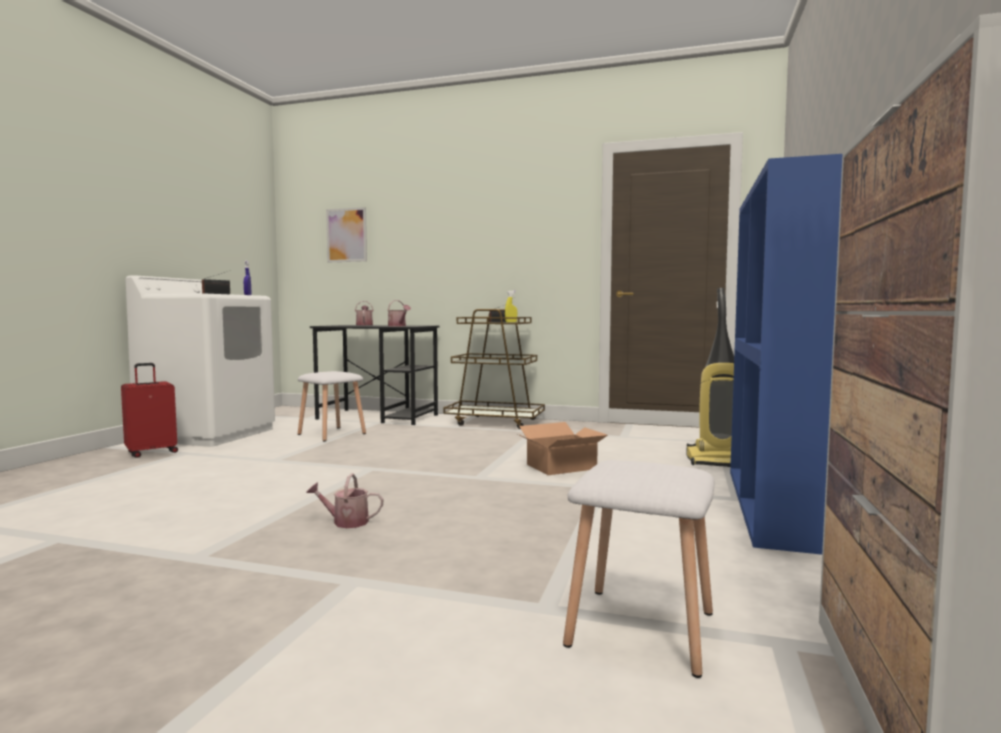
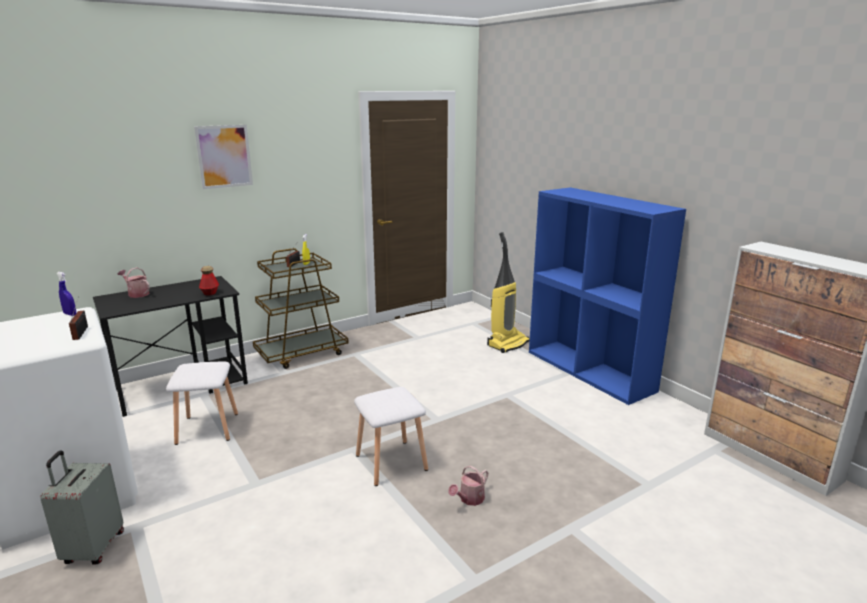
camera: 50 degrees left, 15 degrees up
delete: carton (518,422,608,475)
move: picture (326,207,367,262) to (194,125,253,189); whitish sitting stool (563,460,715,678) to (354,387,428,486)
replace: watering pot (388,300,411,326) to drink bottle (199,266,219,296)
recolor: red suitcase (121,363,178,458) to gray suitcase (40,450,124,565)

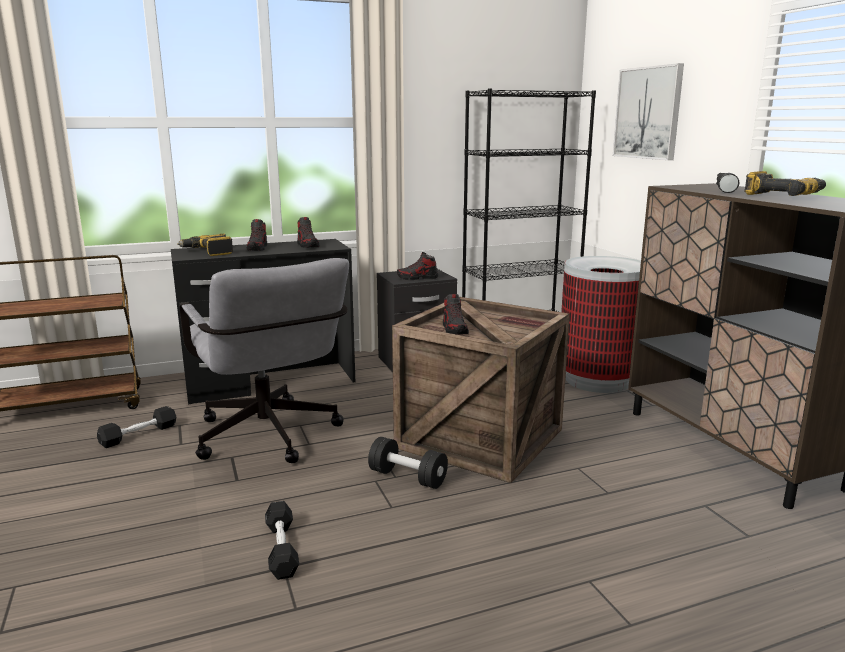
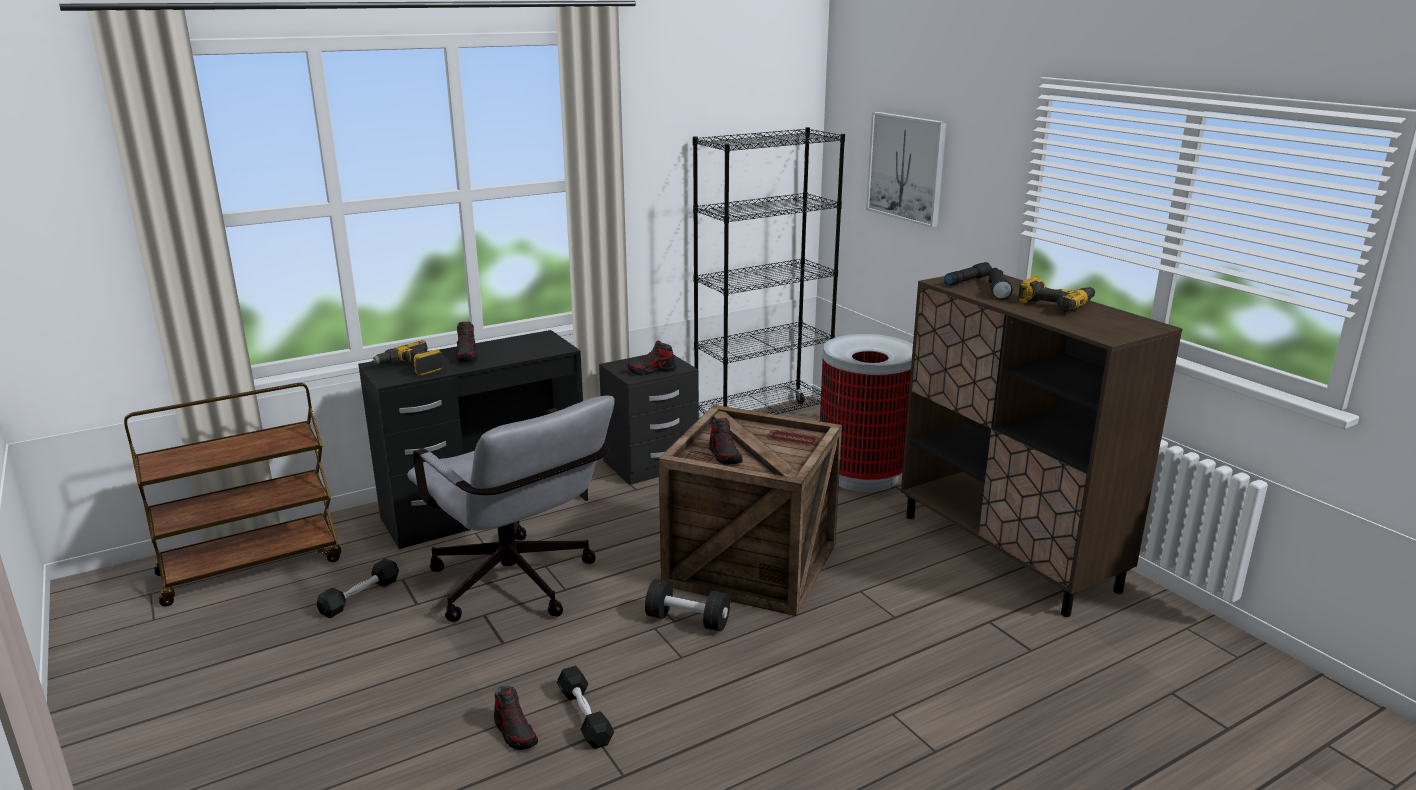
camera: 10 degrees left, 5 degrees up
insert: black torch (944,262,992,285)
move: low shoe (297,217,320,248) to (494,686,538,750)

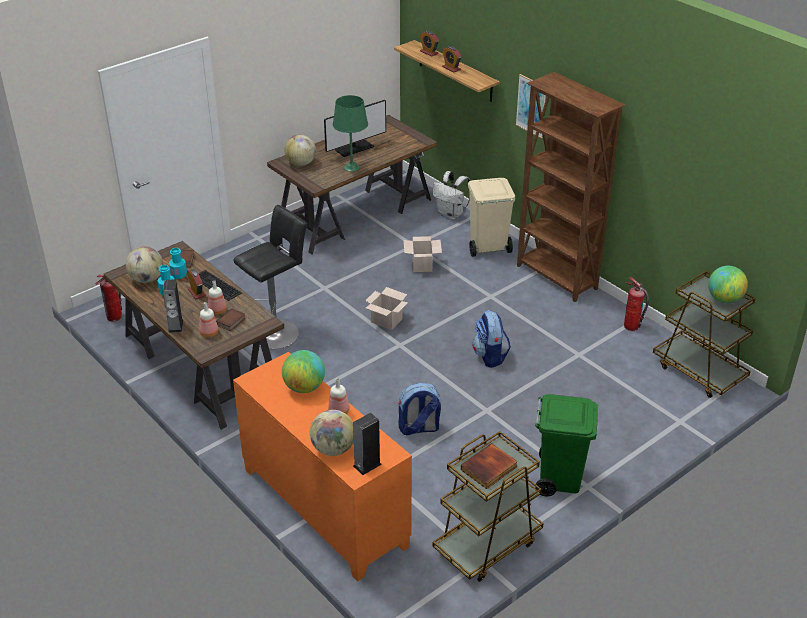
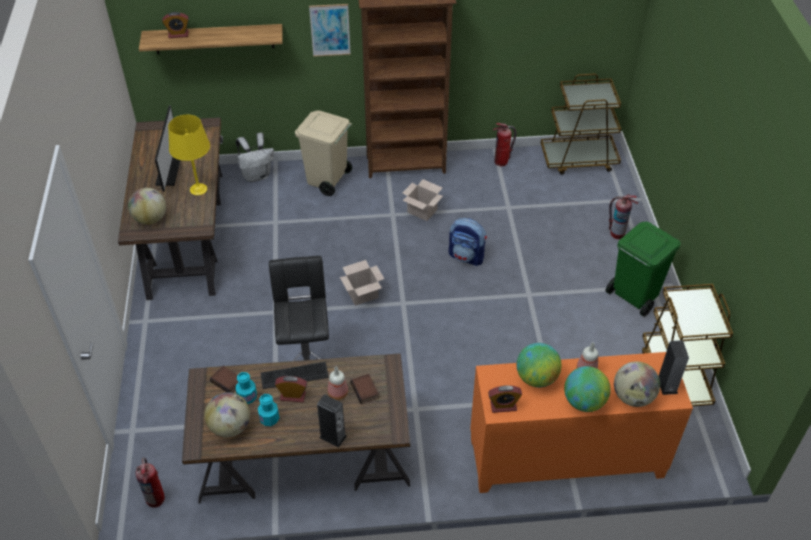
camera: 55 degrees left, 10 degrees up
delete: drink bottle (199,302,218,338); knapsack (398,383,441,435); volume (461,443,518,489)
insert: fire-fighting cylinder (609,194,638,239)
move: carton (404,236,442,272) to (402,179,443,221); bedside clock (442,46,462,72) to (488,385,522,413); globe (708,266,748,304) to (564,366,611,412)
recolor: green table lamp (333,95,368,172) to yellow table lamp (168,115,210,195)

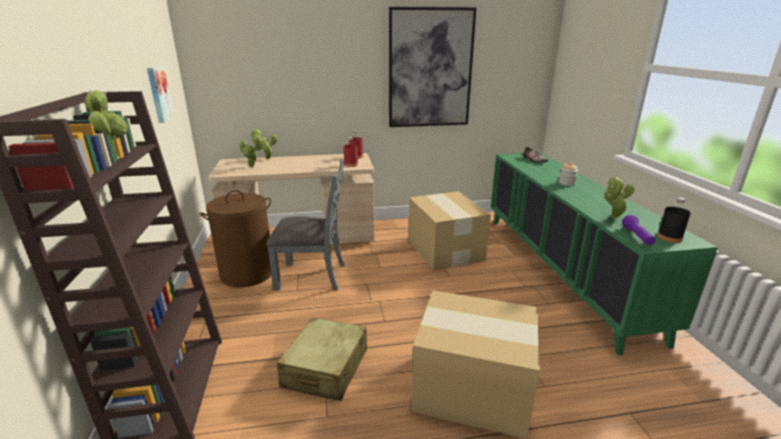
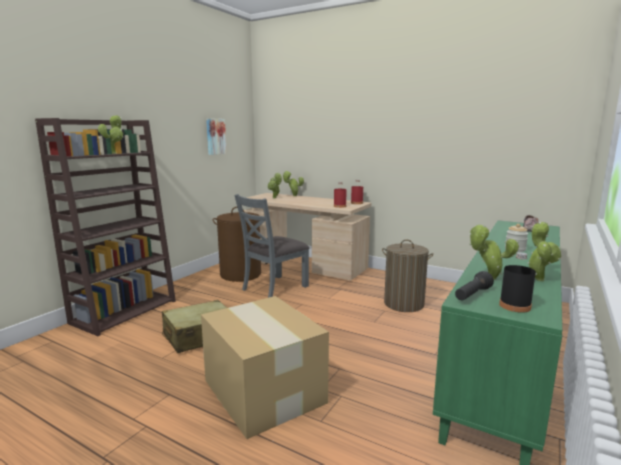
camera: 40 degrees right, 10 degrees down
delete: picture (389,7,476,127)
insert: potted plant (527,222,561,281)
replace: carton (409,191,491,270) to hamper (382,240,434,312)
recolor: purple-coloured torch (622,215,655,245) to black torch (455,271,494,300)
rotate: gray plain chair (266,160,345,291) = (234,194,309,298) 90 degrees clockwise

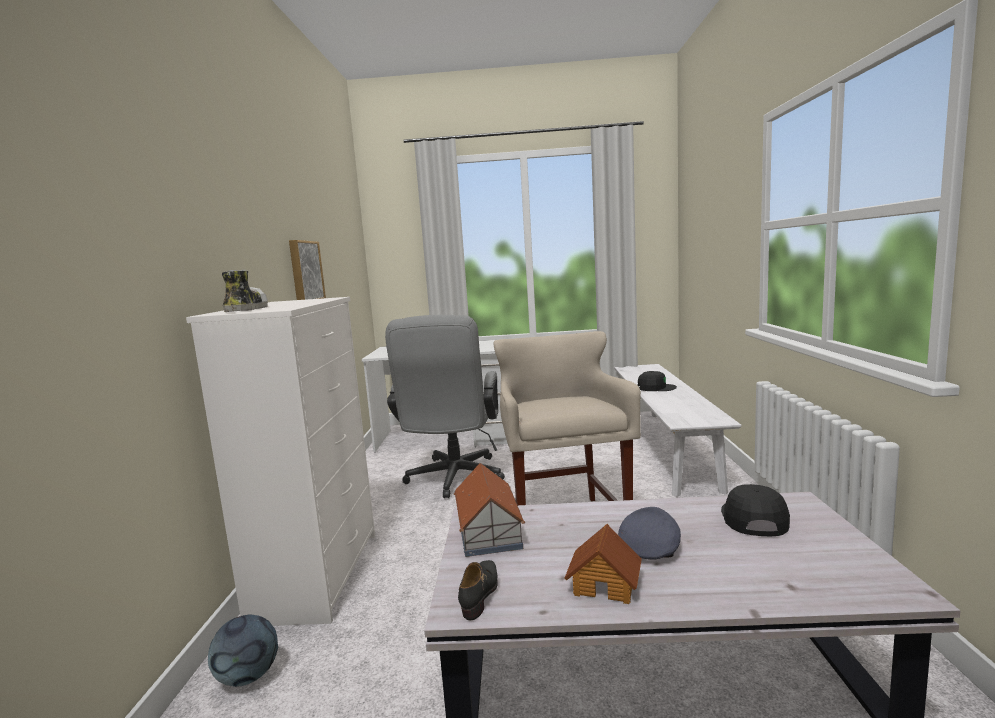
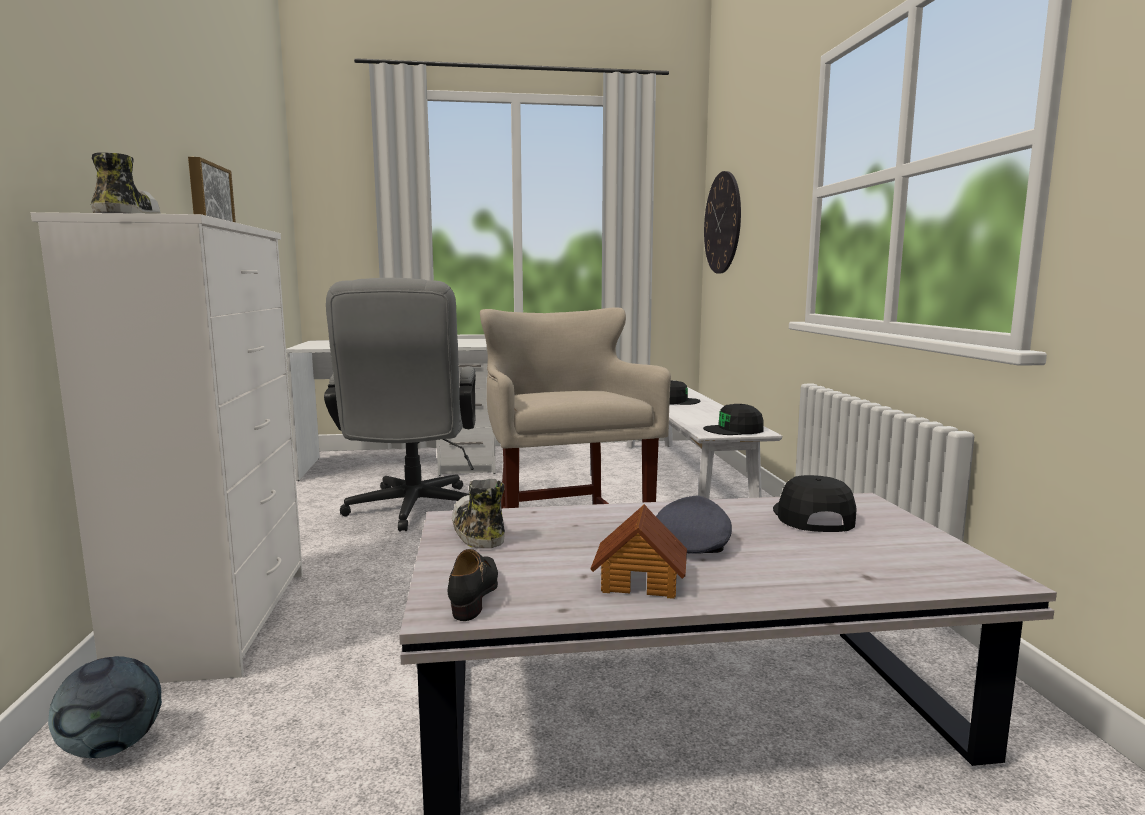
camera: 10 degrees left, 0 degrees up
insert: black baseball cap (703,404,763,435); wall clock (704,171,741,273)
replace: model house (454,463,525,557) to low shoe (452,479,505,549)

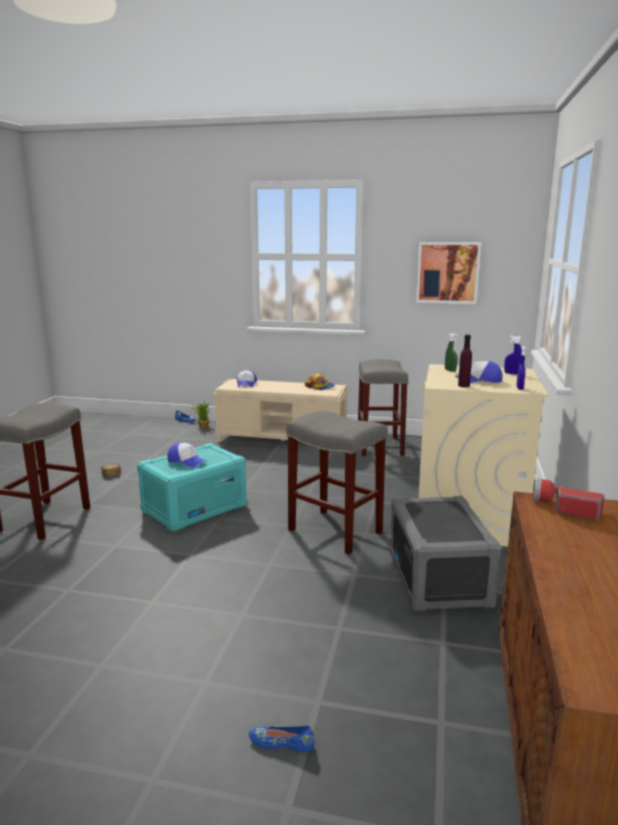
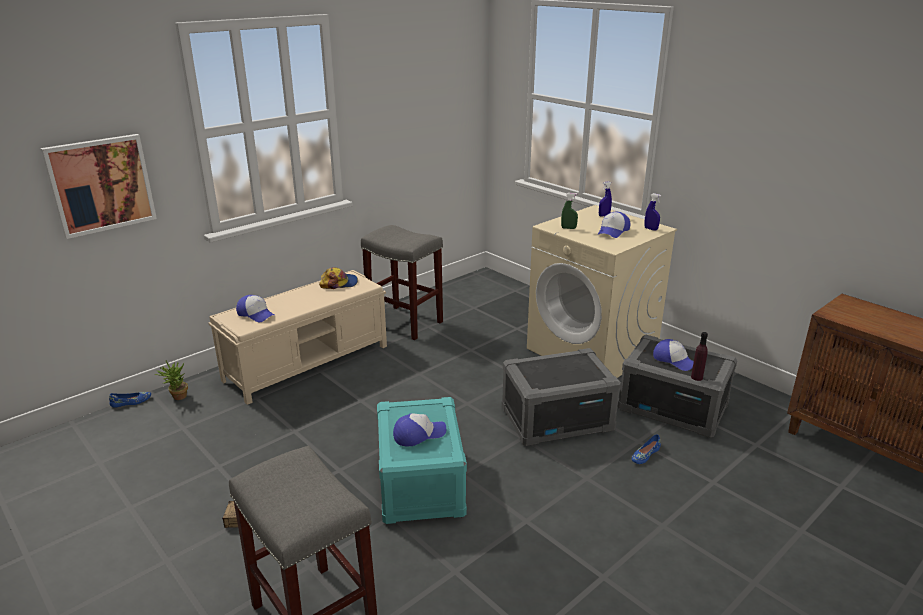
camera: 55 degrees left, 10 degrees up
delete: torch (533,478,605,521)
insert: baseball cap (653,339,694,371)
move: blue-coloured low shoe (249,726,315,752) to (632,434,661,464); picture (416,242,481,304) to (41,134,157,239); purple-coloured drink bottle (458,335,472,387) to (691,332,708,381)
replace: gray sitting stool (286,410,388,555) to gray storage container (502,348,621,446)

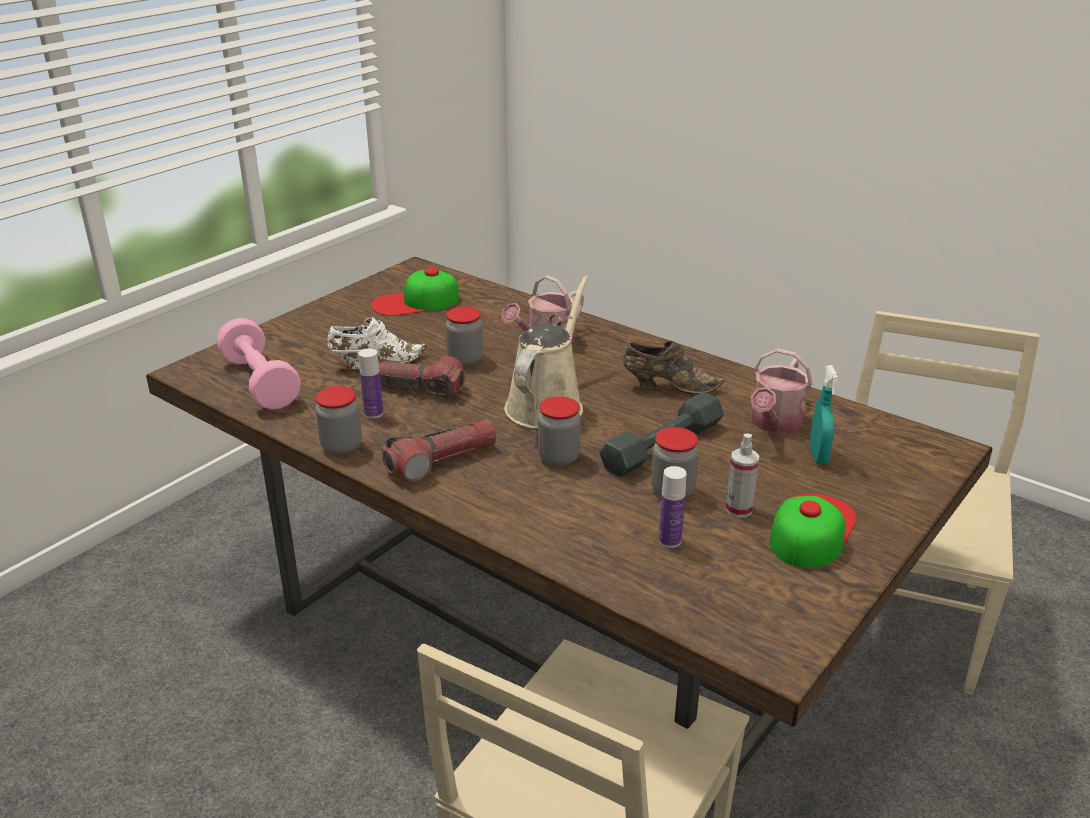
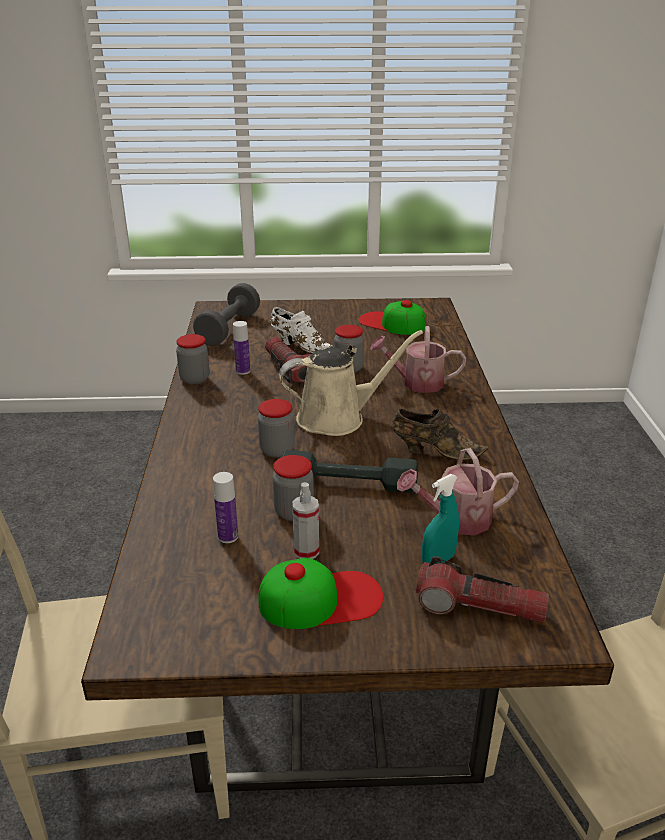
camera: 50 degrees right, 0 degrees up
move: torch (382,419,497,482) to (416,556,549,623)
recolor: pinkish dumbbell (217,318,301,410) to gray dumbbell (193,283,260,346)
rotate: brown-coloured low shoe (622,341,725,394) = (392,409,488,460) 45 degrees counterclockwise

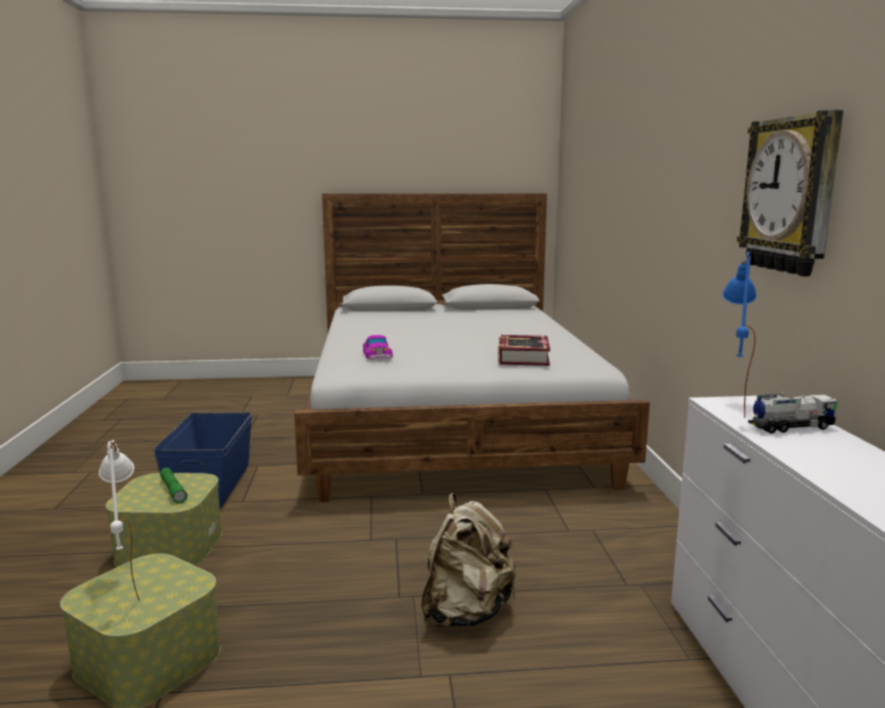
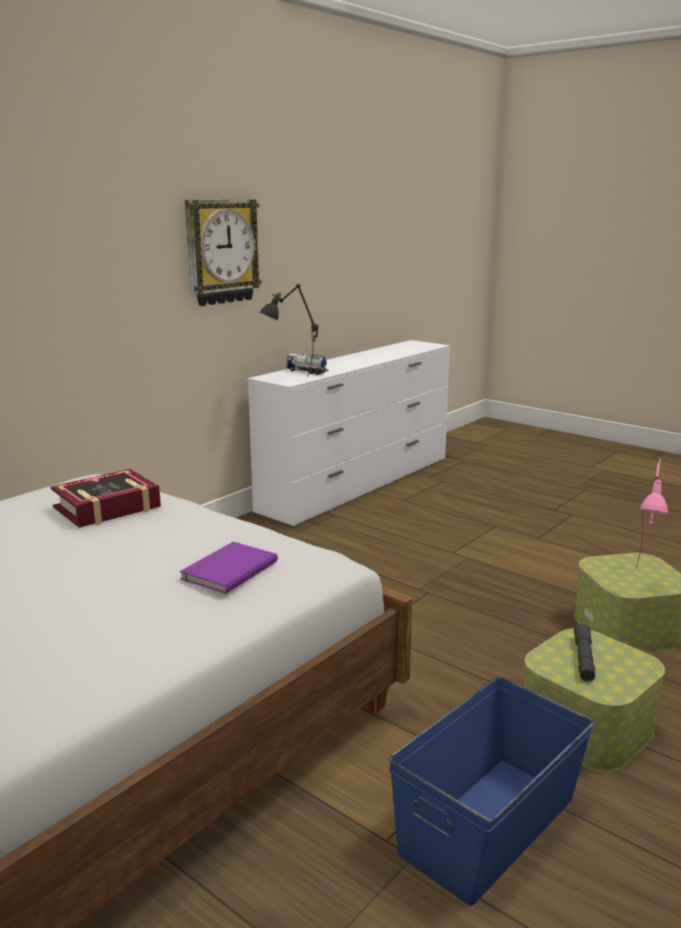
camera: 135 degrees left, 5 degrees up
delete: beige-coloured knapsack (421,493,516,628)
replace: model car (363,335,393,360) to purple-coloured volume (180,542,278,594)
recolor: whitish table lamp (99,440,140,601) to pinkish table lamp (636,459,669,568); green torch (160,468,187,503) to gray torch (574,624,595,682); blue-coloured table lamp (722,252,757,418) to black table lamp (260,284,318,376)

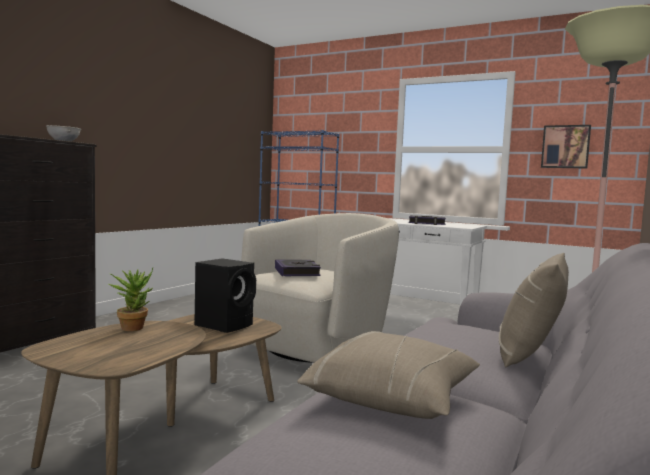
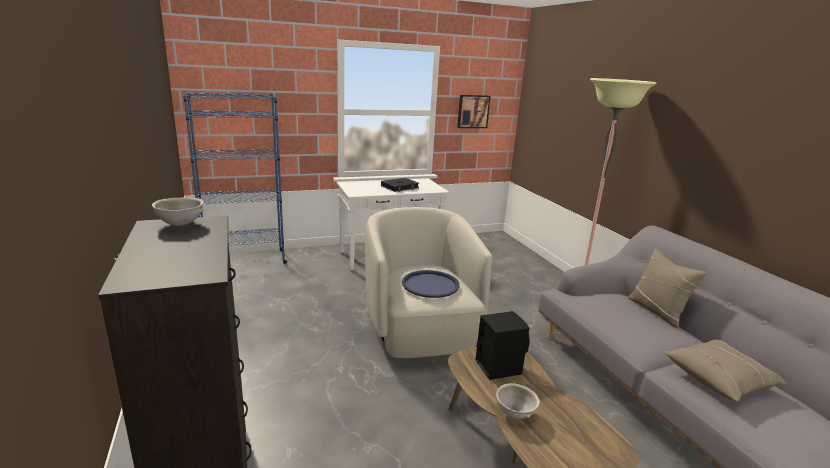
camera: 50 degrees left, 15 degrees up
replace: potted plant (109,268,153,331) to gray bowl (496,383,540,419); volume (275,259,321,276) to blue-coloured serving tray (402,270,460,298)

